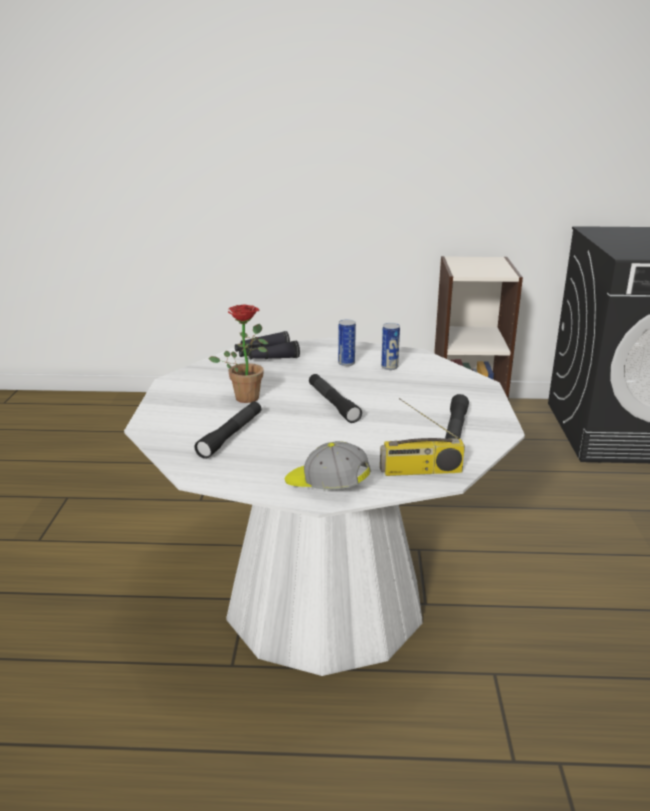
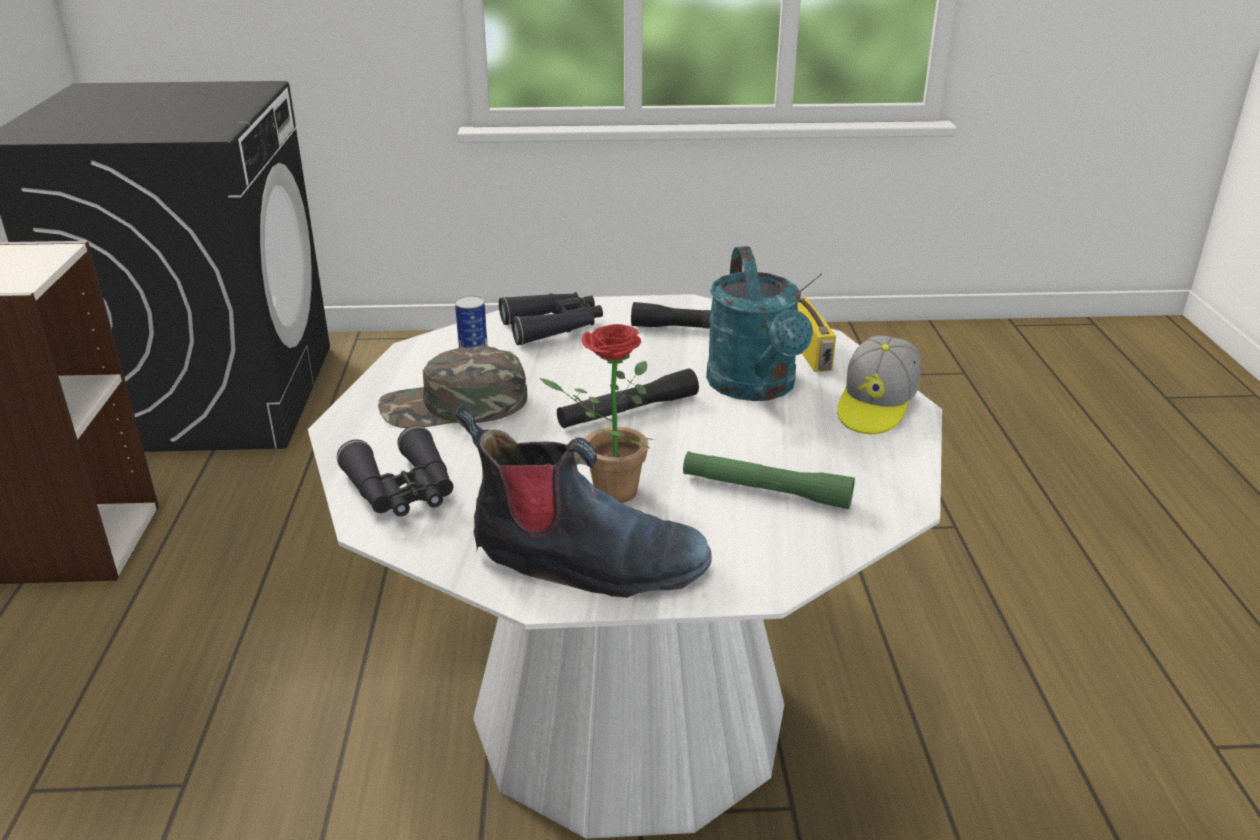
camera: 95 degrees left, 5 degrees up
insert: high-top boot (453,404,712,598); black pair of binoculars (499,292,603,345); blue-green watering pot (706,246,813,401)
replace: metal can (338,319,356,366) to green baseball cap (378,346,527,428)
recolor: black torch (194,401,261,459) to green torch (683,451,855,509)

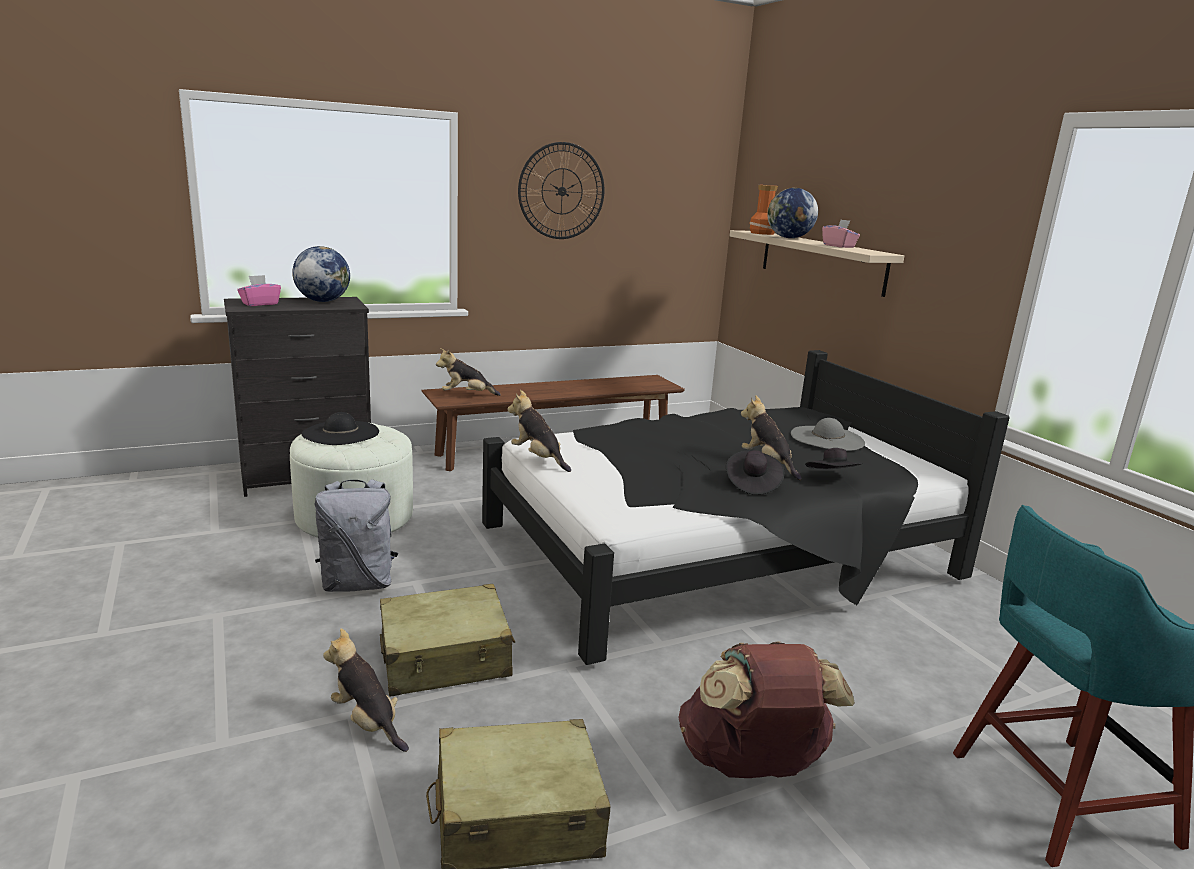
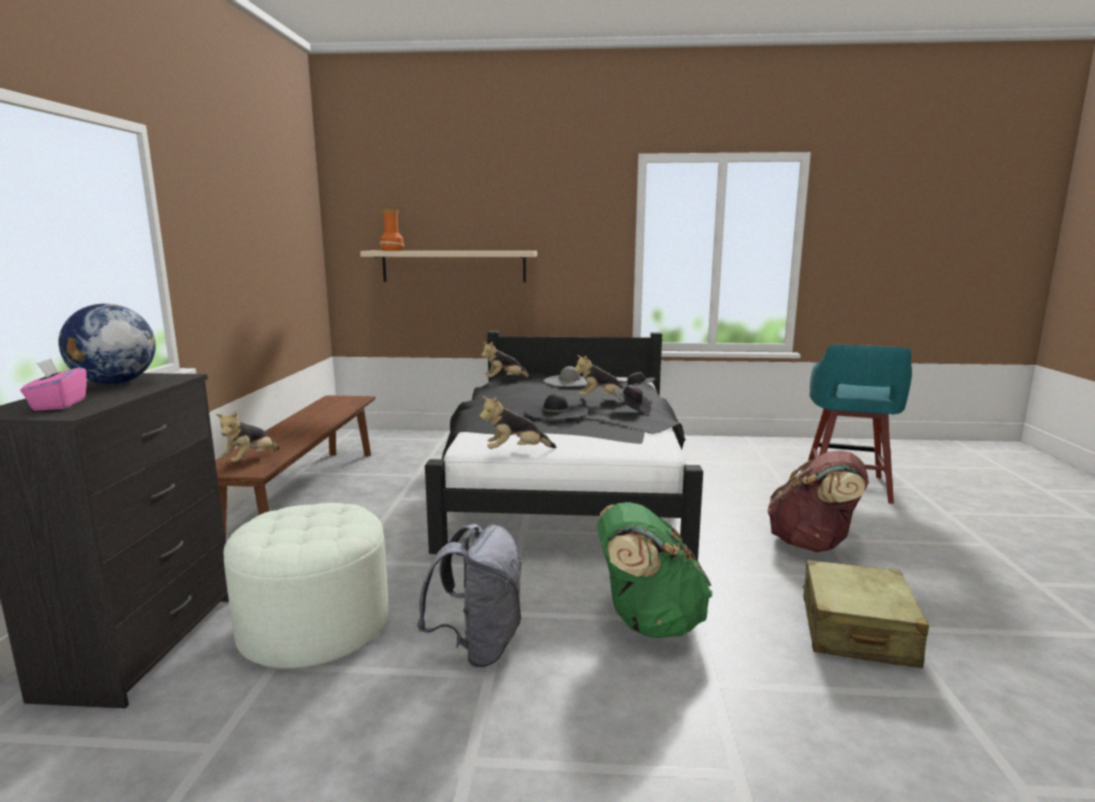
camera: 60 degrees left, 5 degrees down
delete: wall clock (518,142,604,239); globe (767,188,818,238); pinkish box of tissues (822,219,860,248)
move: black hat (301,412,379,445) to (524,393,588,420); plush toy (323,628,409,752) to (481,342,532,378)
replace: beige-coloured suitcase (380,584,515,697) to green knapsack (597,502,713,638)

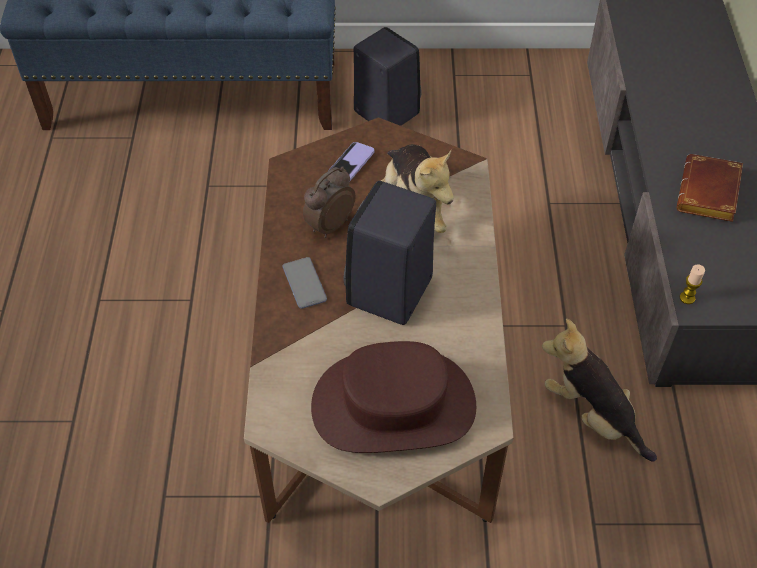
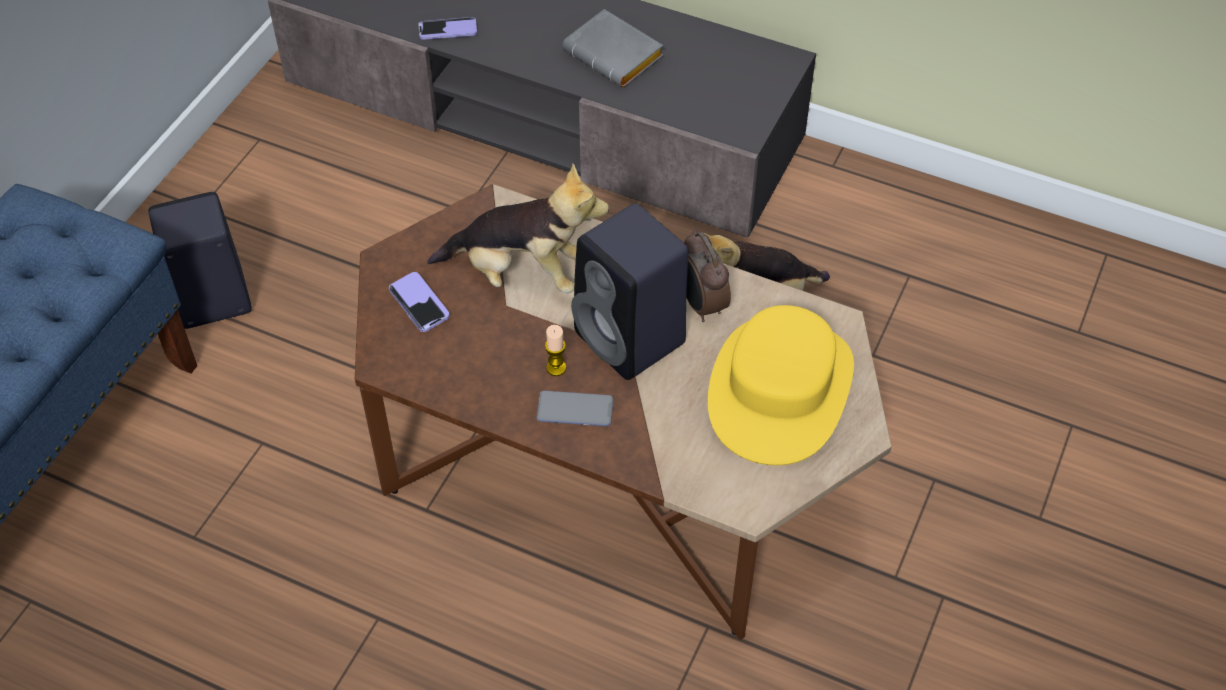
camera: 65 degrees left, 0 degrees up
insert: handset (419,17,477,40)
move: bedside clock (303,166,356,238) to (684,230,731,322); wax light (680,264,705,304) to (545,325,566,376)
recolor: brown-coloured hat (311,341,476,453) to yellow hat (708,305,854,465); brown-coloured volume (677,154,743,222) to gray volume (563,9,663,87)

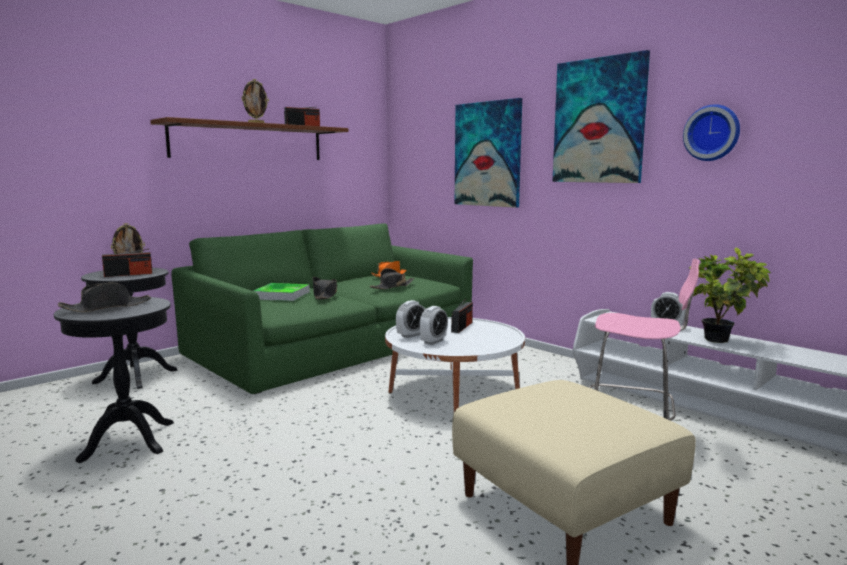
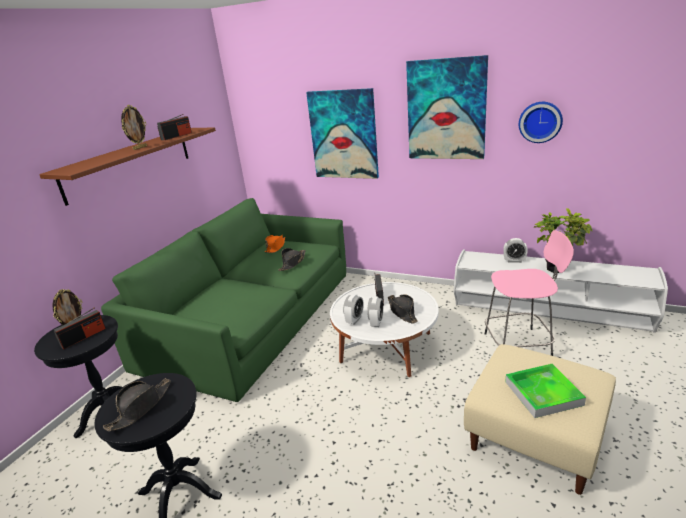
camera: 20 degrees left, 15 degrees up
move: serving tray (254,283,310,301) to (505,364,586,418); black hat (313,277,337,299) to (388,294,418,324)

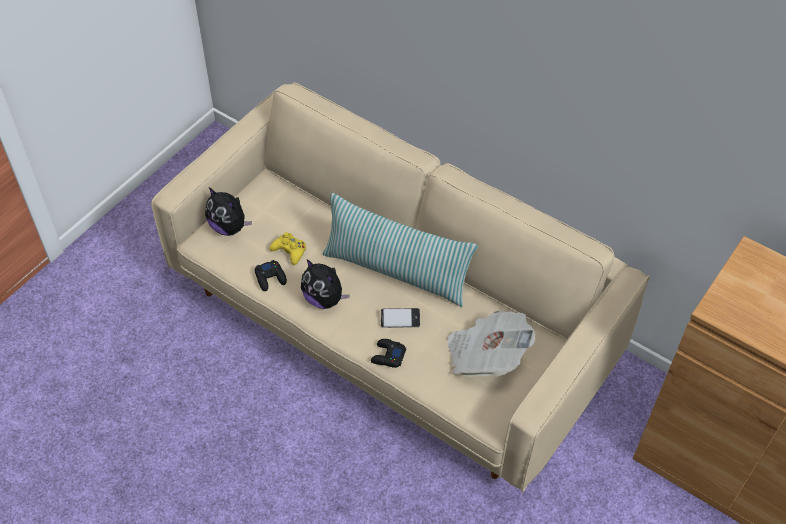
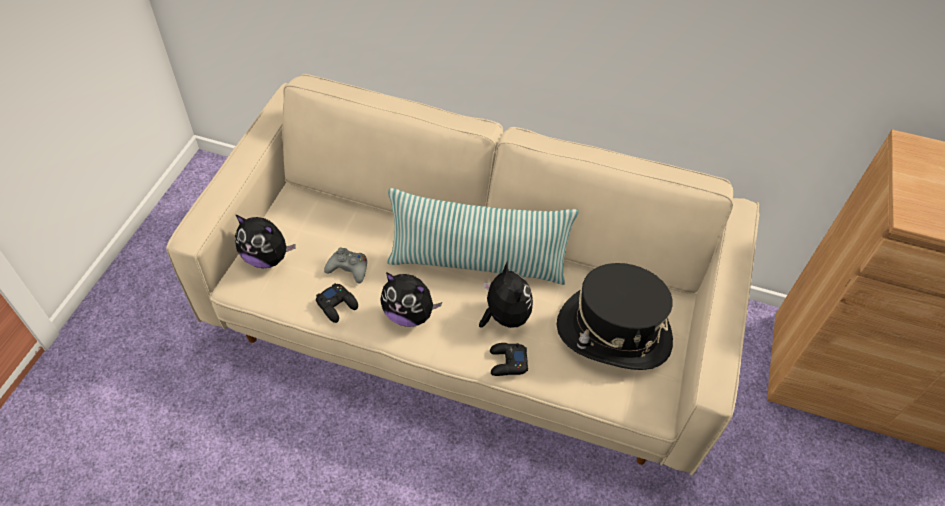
camera: 20 degrees left, 0 degrees up
replace: handset (381,308,420,328) to plush toy (479,261,533,328); daily paper (447,311,536,377) to black hat (557,263,673,370)
recolor: yellow joypad (270,232,306,265) to gray joypad (324,248,367,284)

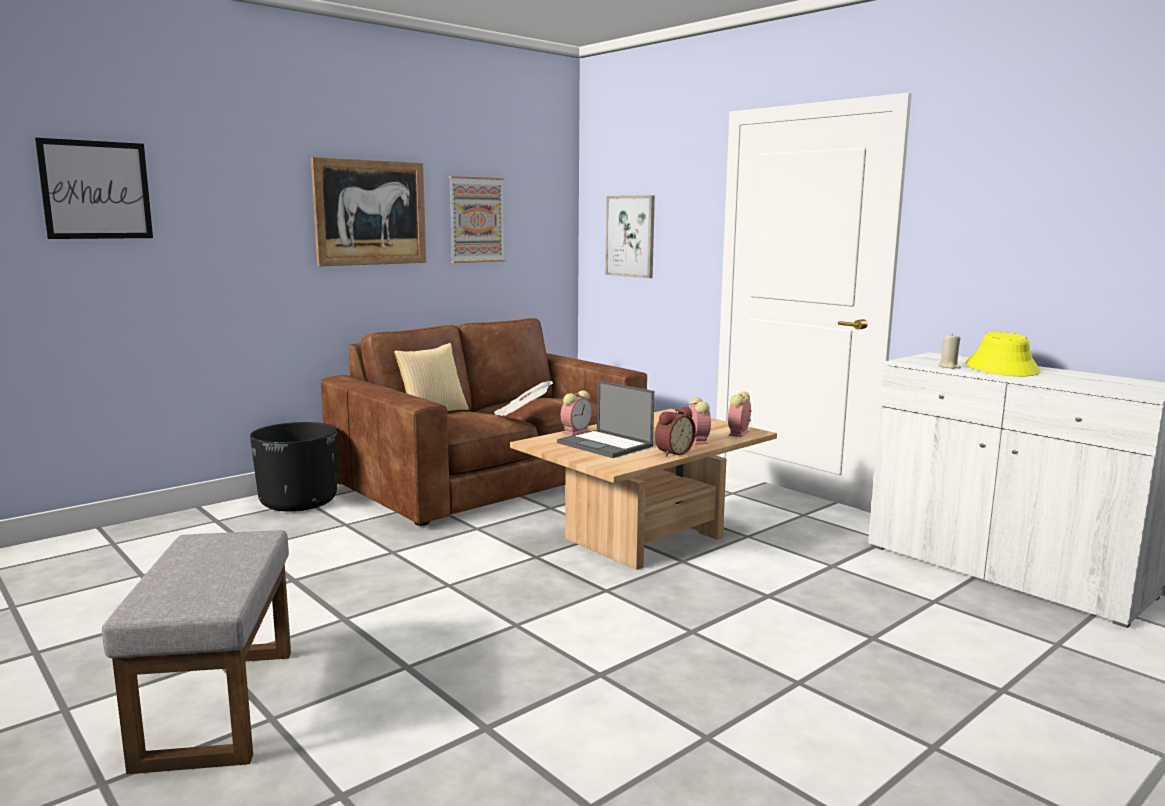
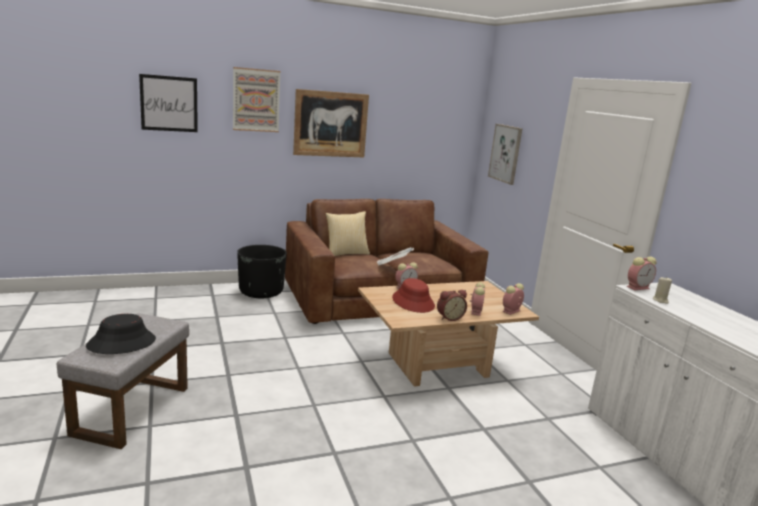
camera: 20 degrees right, 5 degrees up
delete: yellow hat (966,332,1041,376)
insert: black hat (86,314,156,354); bedside clock (627,257,657,290)
move: picture (449,176,505,263) to (233,67,280,132)
replace: laptop (557,380,654,458) to red hat (392,278,435,313)

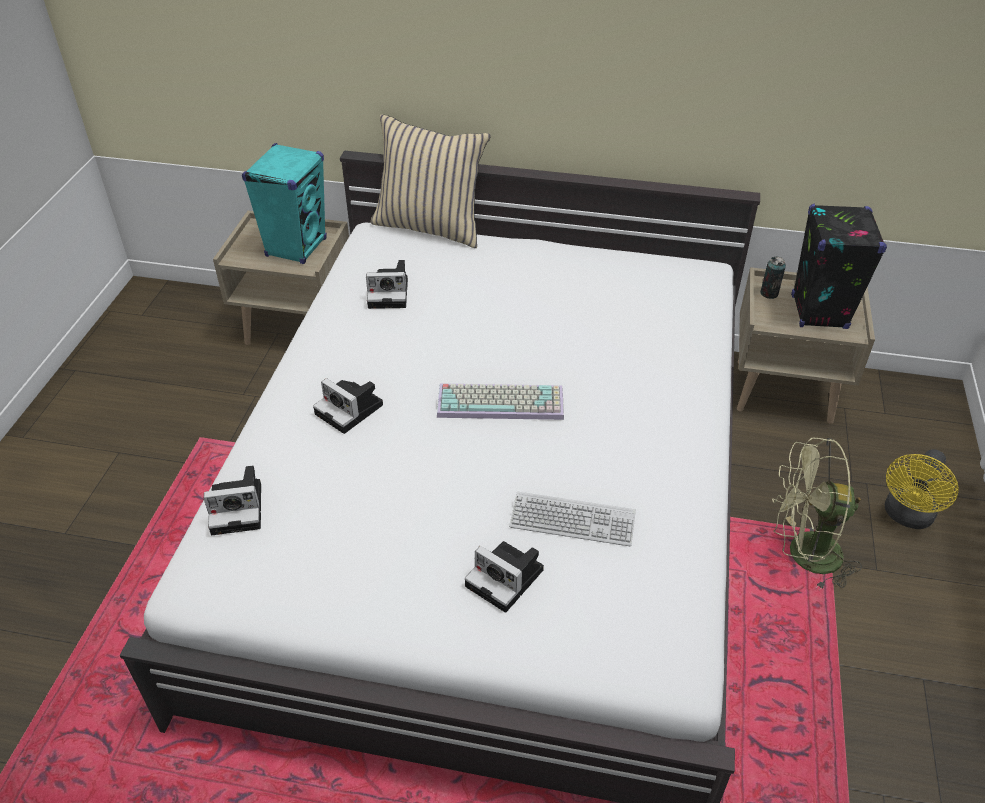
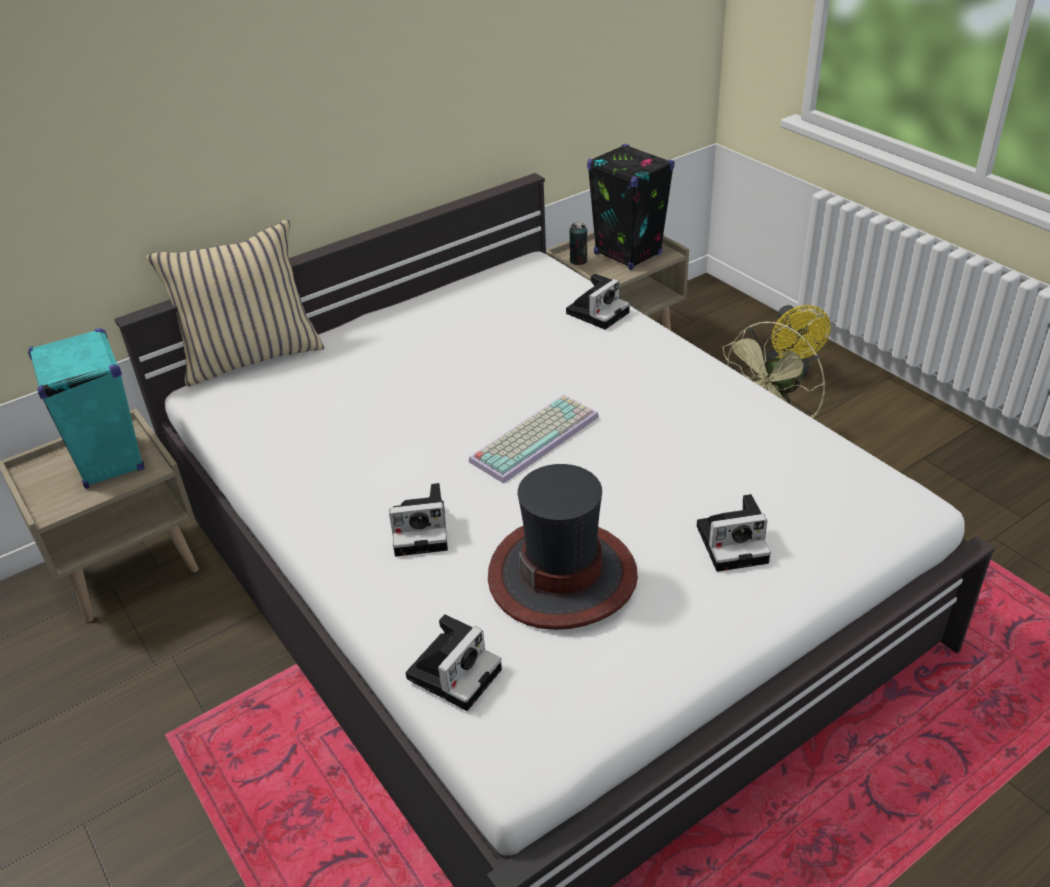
camera: 45 degrees left, 5 degrees down
delete: PC keyboard (509,492,636,546)
insert: hat (488,464,638,630)
move: photo camera (366,260,408,309) to (566,274,630,330)

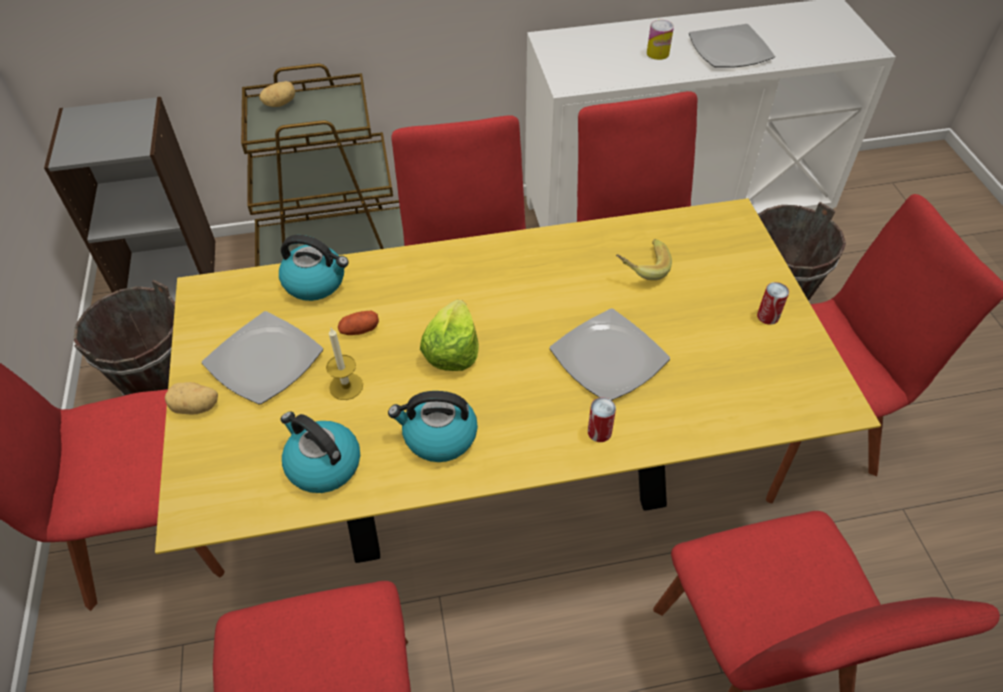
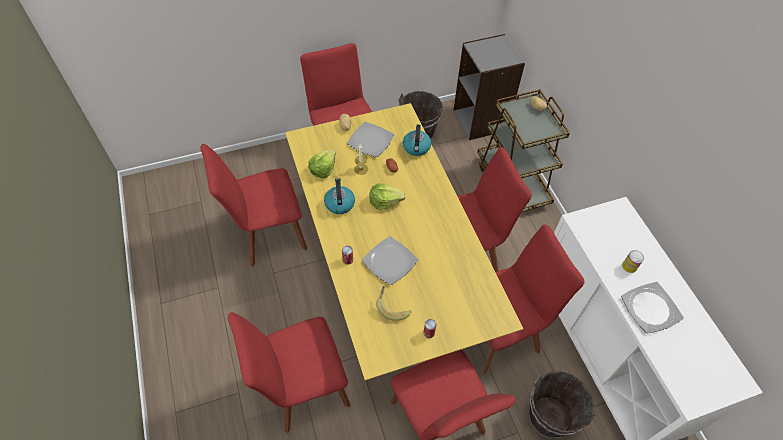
camera: 80 degrees right, 5 degrees up
move: whole banana (616,239,672,280) to (376,286,411,321)
replace: kettle (281,411,360,493) to lettuce (308,149,336,178)

